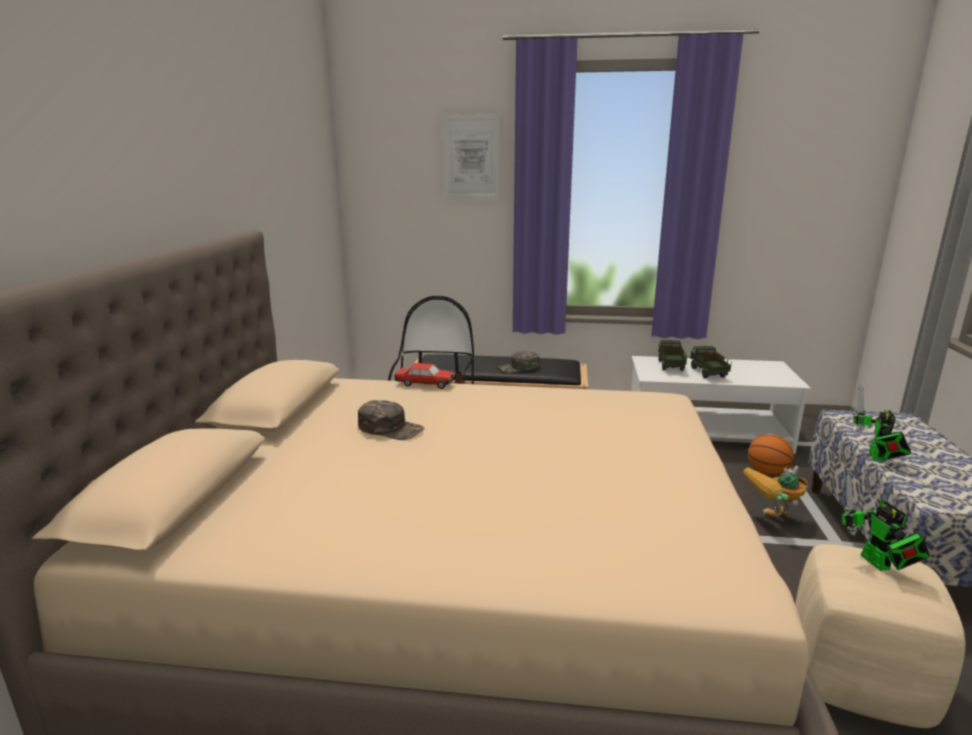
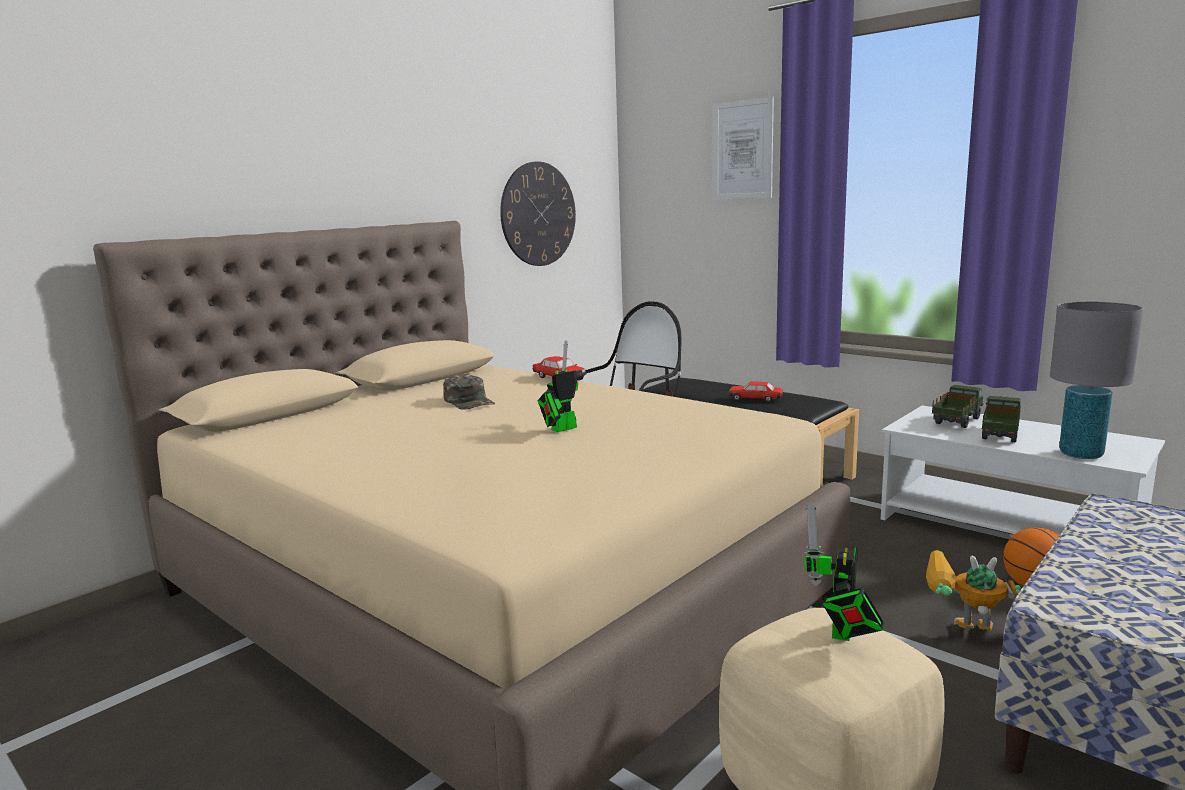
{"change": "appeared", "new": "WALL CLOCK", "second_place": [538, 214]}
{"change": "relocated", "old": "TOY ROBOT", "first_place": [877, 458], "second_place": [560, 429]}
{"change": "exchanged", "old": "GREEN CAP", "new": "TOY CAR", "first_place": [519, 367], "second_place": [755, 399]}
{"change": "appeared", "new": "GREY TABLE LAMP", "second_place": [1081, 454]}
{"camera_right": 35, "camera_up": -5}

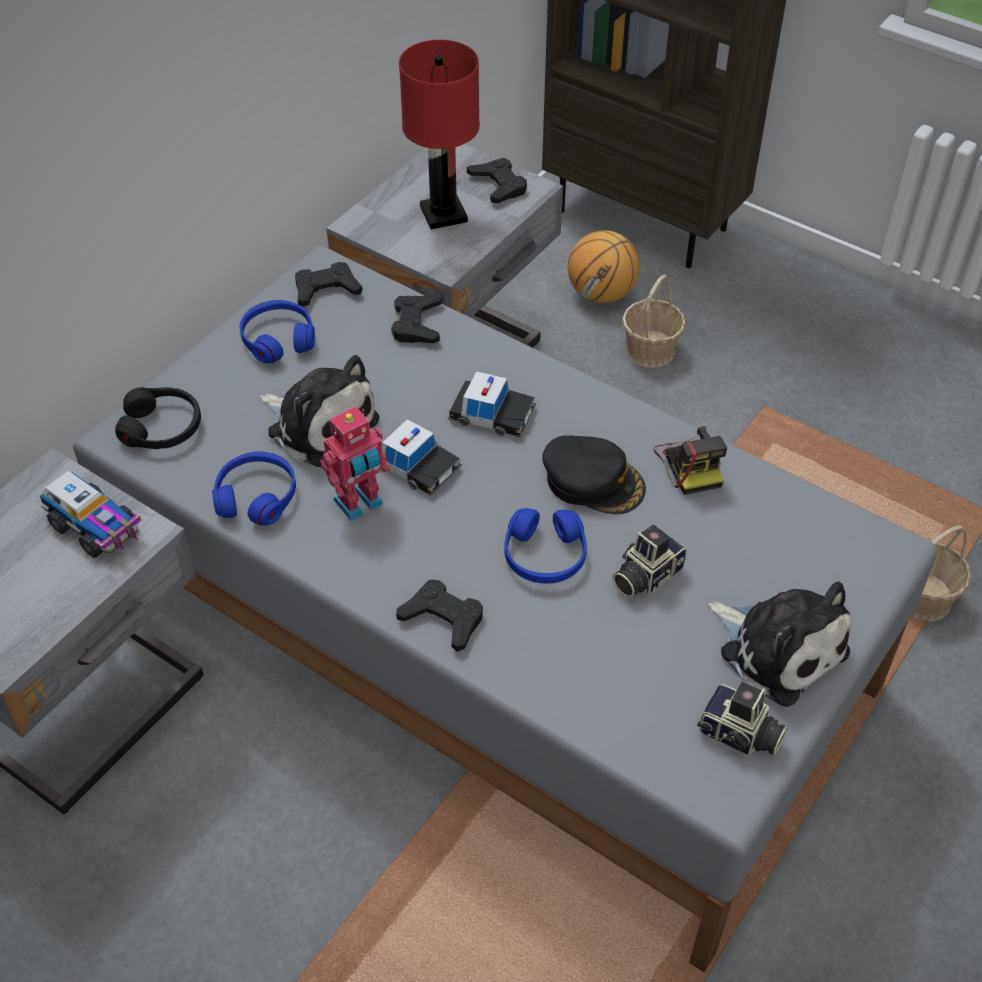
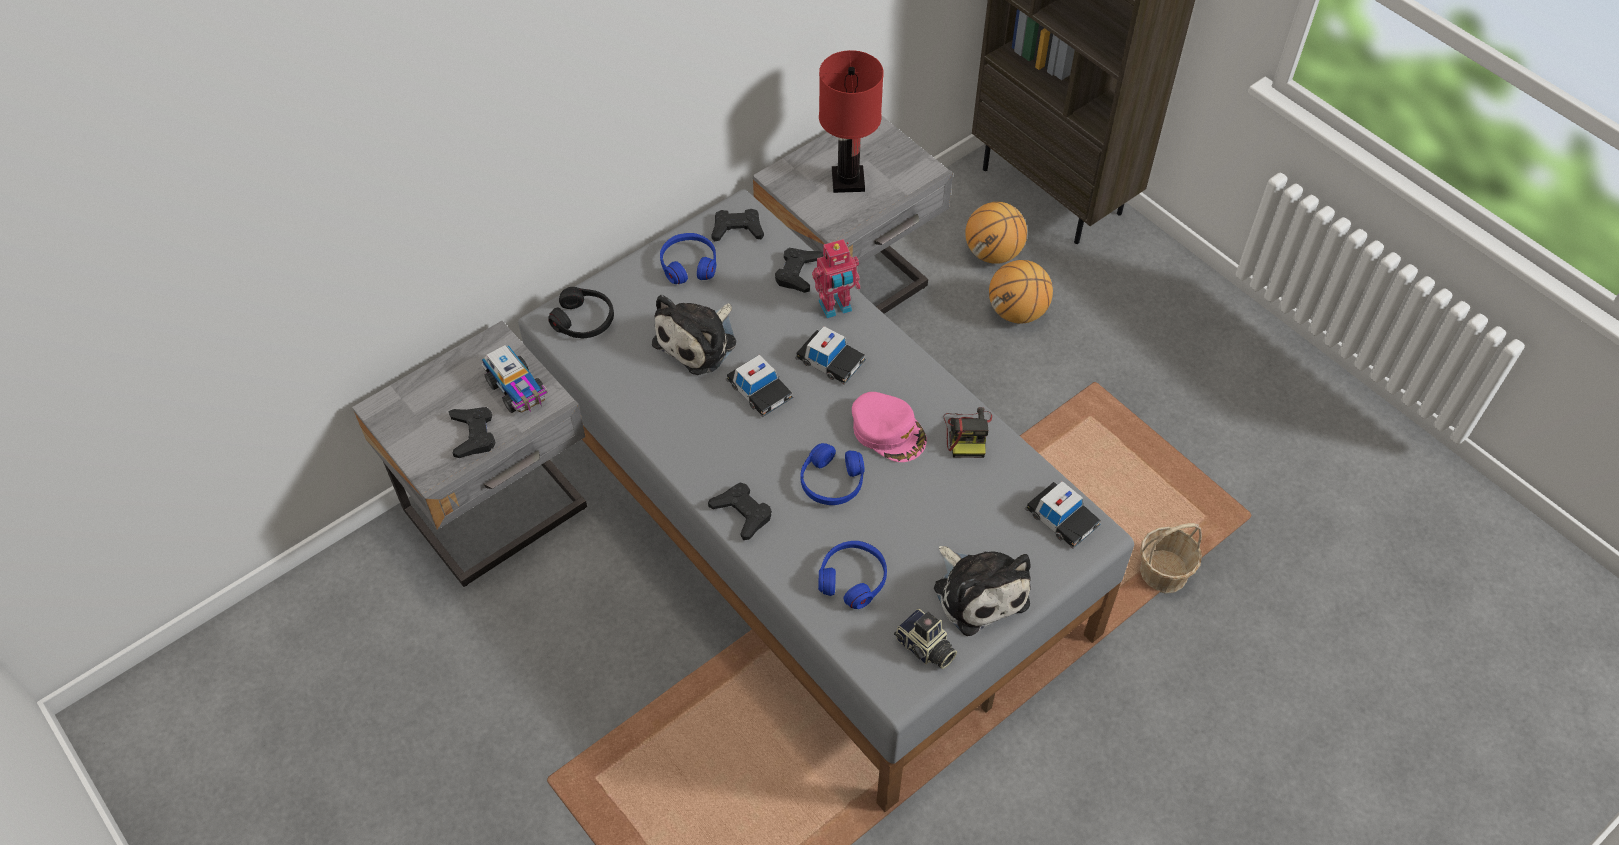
{"change": "relocated", "old": "BLACK GAME CONTROLLER", "first_place": [498, 185], "second_place": [473, 434]}
{"change": "spun", "old": "PLUSH TOY", "first_place": [319, 423], "second_place": [699, 341], "degrees": 75}
{"change": "relocated", "old": "TOY ROBOT", "first_place": [360, 504], "second_place": [836, 308]}
{"change": "relocated", "old": "BLUE HEADPHONES", "first_place": [256, 496], "second_place": [853, 578]}
{"change": "colour", "old": "BLACK CAP", "new": "PINK CAP", "first_place": [593, 481], "second_place": [888, 431]}
{"change": "exchanged", "old": "BASKET", "new": "BASKETBALL", "first_place": [650, 350], "second_place": [1017, 312]}
{"change": "appeared", "new": "TOY CAR", "second_place": [1062, 518]}
{"change": "missing", "old": "PHOTO CAMERA", "first_place": [645, 575]}
{"camera_right": 15, "camera_up": 5}

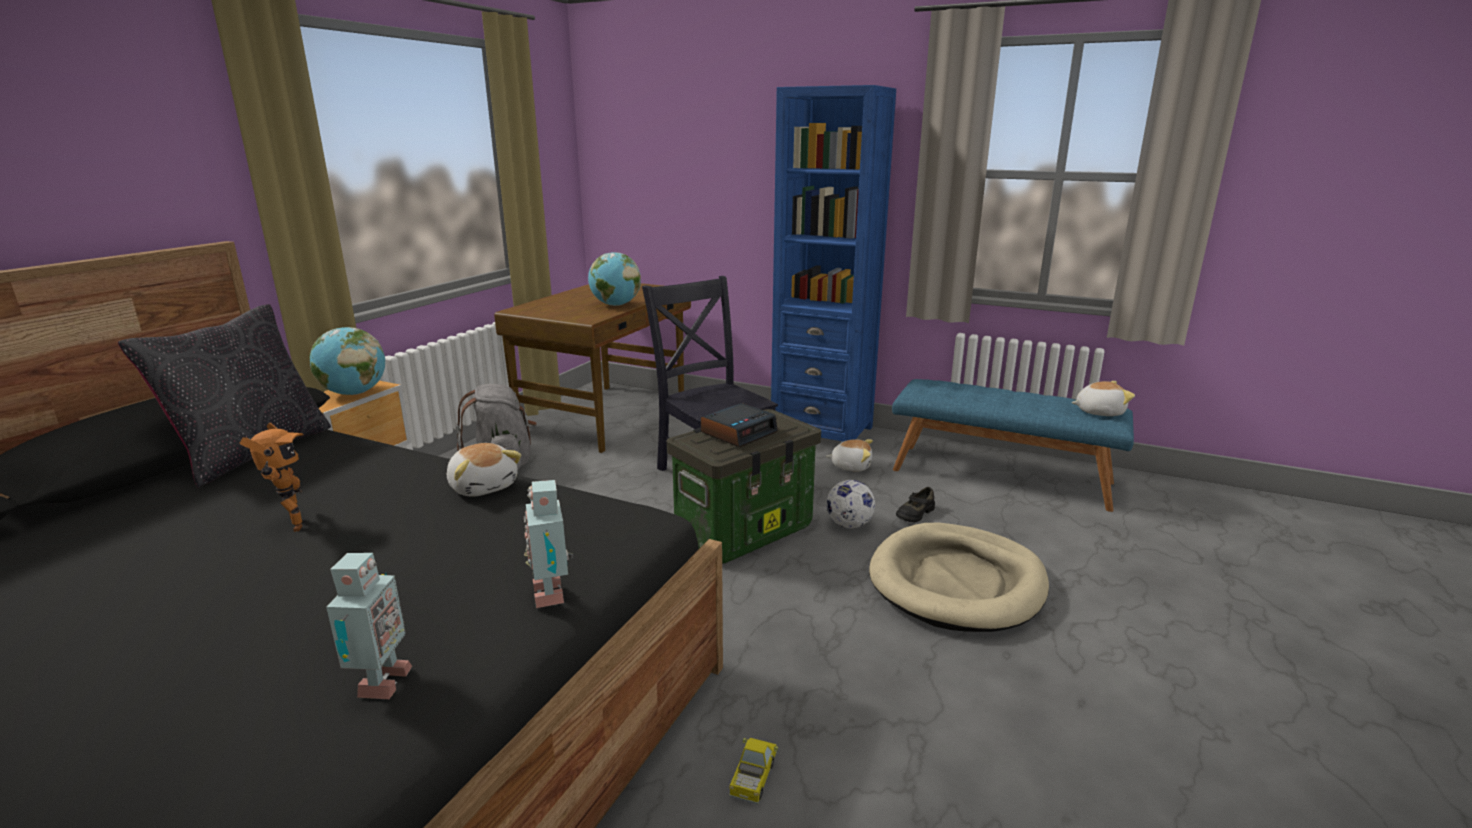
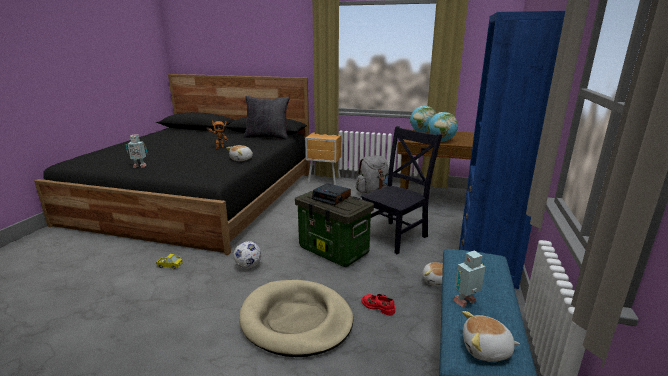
{"change": "relocated", "old": "FOOTBALL", "first_place": [849, 525], "second_place": [248, 266]}
{"change": "colour", "old": "BLACK SHOE", "new": "RED SHOE", "first_place": [914, 513], "second_place": [378, 306]}
{"change": "relocated", "old": "GLOBE", "first_place": [354, 393], "second_place": [422, 132]}
{"change": "relocated", "old": "TOY ROBOT", "first_place": [552, 593], "second_place": [466, 302]}
{"change": "spun", "old": "PLUSH TOY", "first_place": [1098, 412], "second_place": [486, 350], "degrees": 105}
{"camera_right": 80, "camera_up": 0}

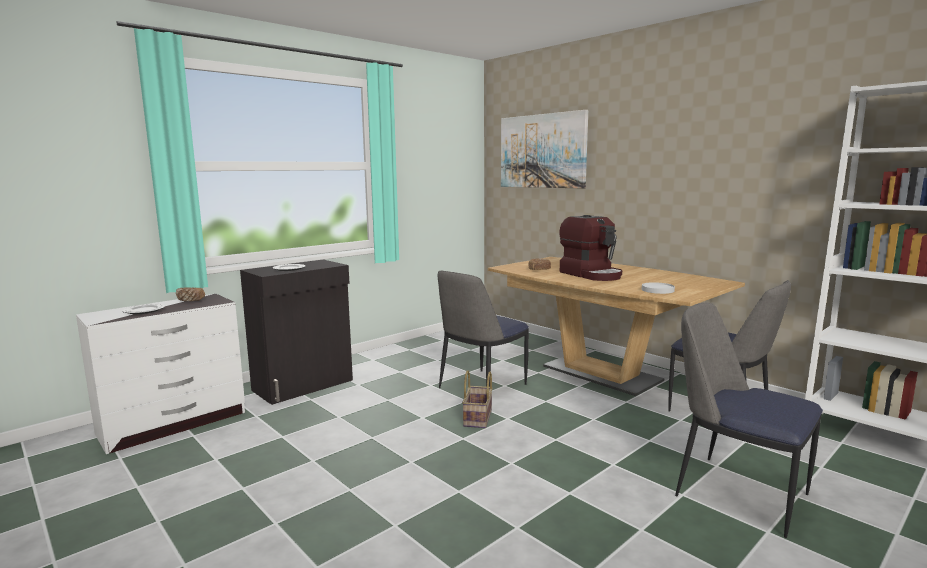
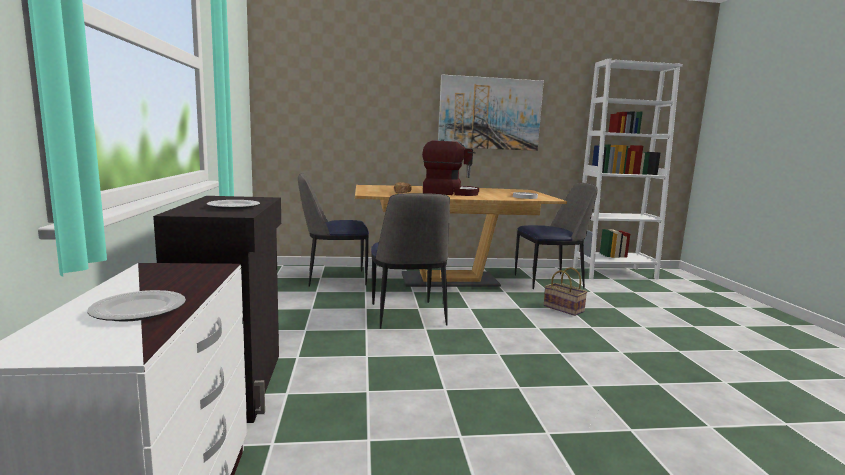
{"change": "relocated", "old": "CHAIR", "first_place": [737, 492], "second_place": [334, 278]}
{"change": "relocated", "old": "PICTURE", "first_place": [542, 151], "second_place": [489, 113]}
{"change": "relocated", "old": "BASKET", "first_place": [478, 418], "second_place": [564, 309]}
{"change": "missing", "old": "BREAD", "first_place": [190, 300]}
{"camera_right": -55, "camera_up": 0}

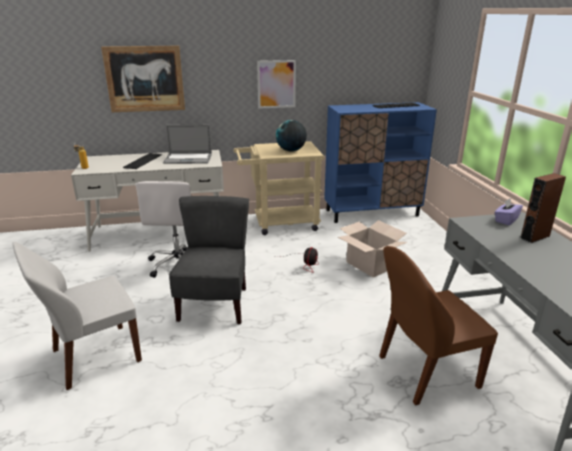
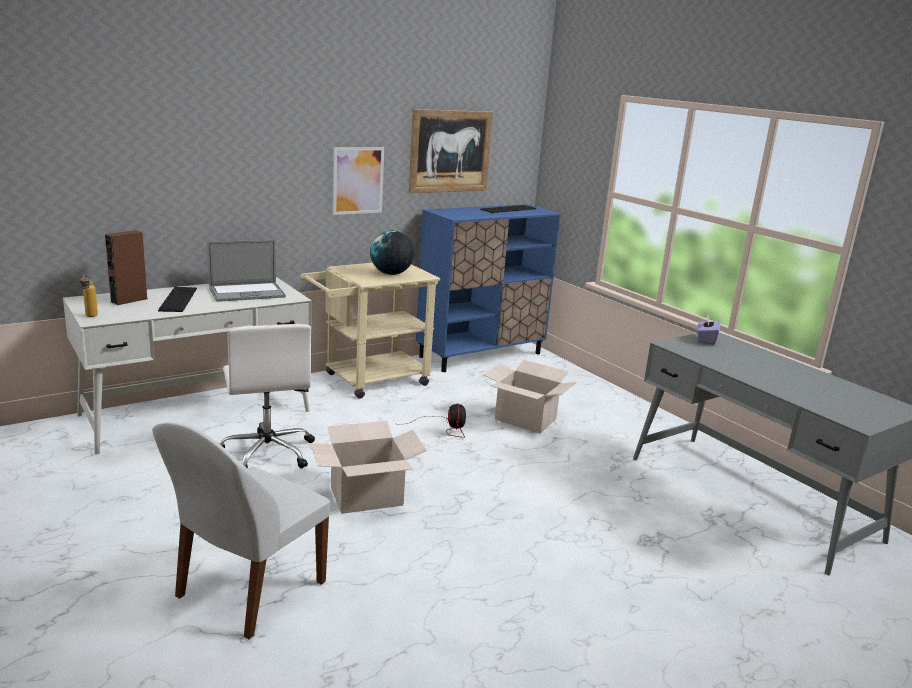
{"change": "relocated", "old": "BROWN SPEAKER", "first_place": [535, 237], "second_place": [129, 300]}
{"change": "exchanged", "old": "GREY CHAIR", "new": "CARDBOARD BOX", "first_place": [215, 304], "second_place": [366, 496]}
{"change": "relocated", "old": "PICTURE", "first_place": [145, 79], "second_place": [450, 151]}
{"change": "missing", "old": "BROWN CHAIR", "first_place": [425, 372]}
{"camera_right": -25, "camera_up": -5}

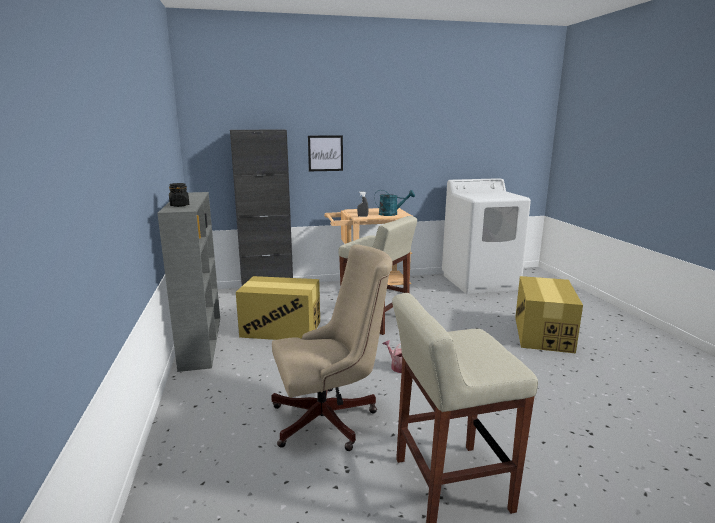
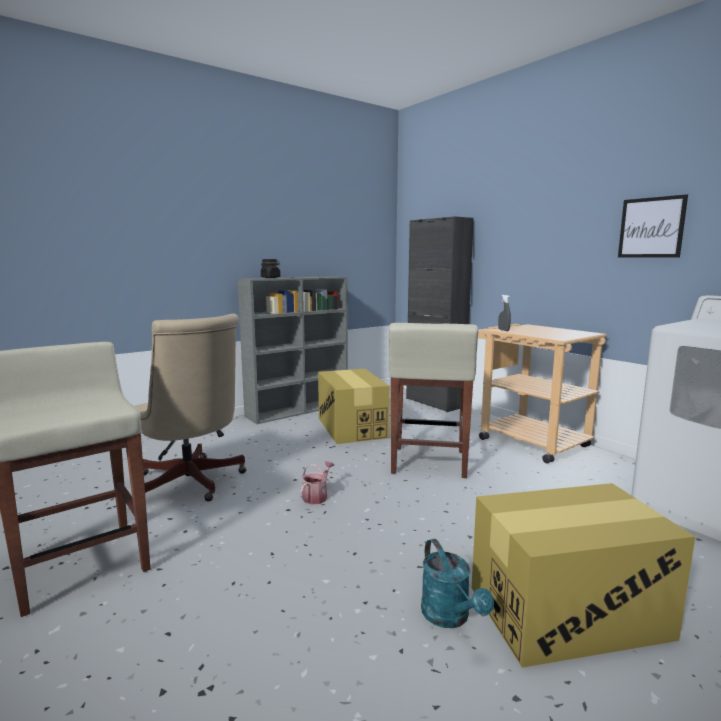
{"change": "relocated", "old": "TURQUOISE WATERING CAN", "first_place": [392, 214], "second_place": [450, 617]}
{"change": "relocated", "old": "PICTURE", "first_place": [325, 153], "second_place": [651, 227]}
{"camera_right": 65, "camera_up": -5}

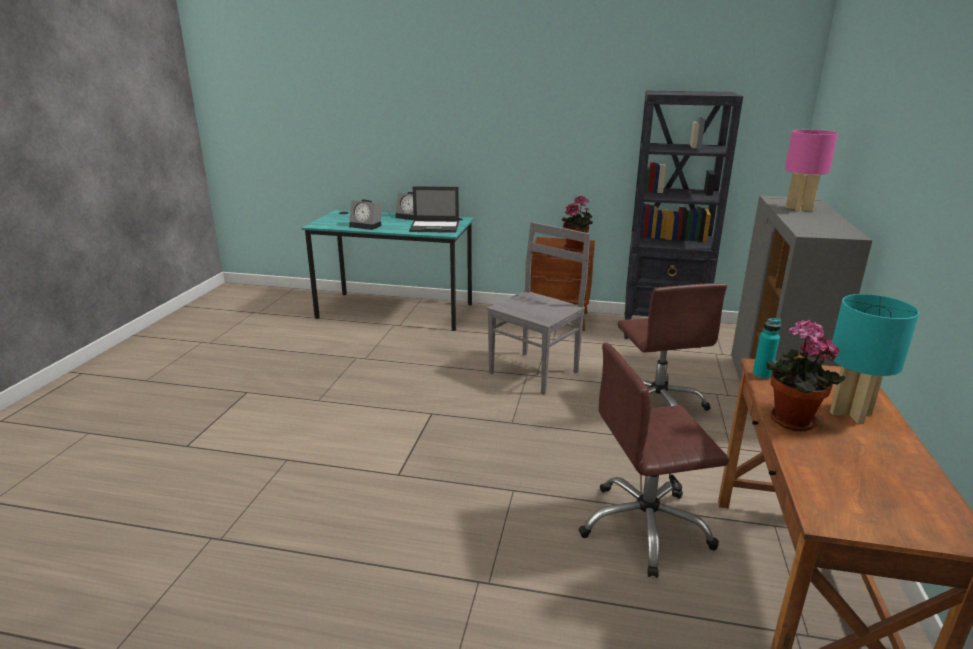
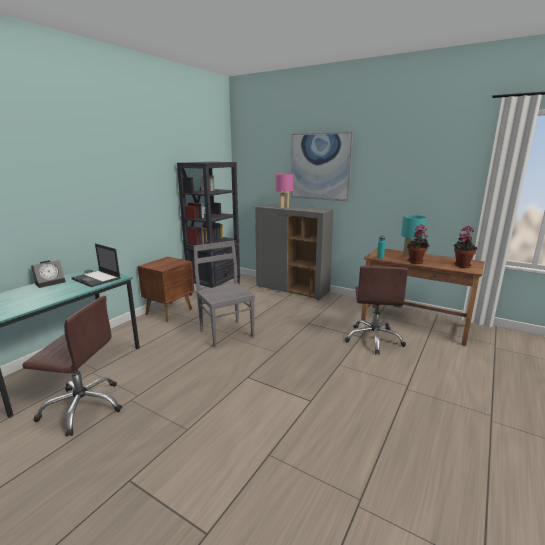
{"change": "relocated", "old": "BROWN OFFICE CHAIR", "first_place": [657, 406], "second_place": [83, 407]}
{"change": "spun", "old": "LAPTOP", "first_place": [435, 227], "second_place": [96, 279], "degrees": 105}
{"change": "appeared", "new": "PICTURE", "second_place": [320, 166]}
{"change": "relocated", "old": "POTTED PLANT", "first_place": [576, 248], "second_place": [461, 265]}
{"change": "missing", "old": "ALARM CLOCK", "first_place": [367, 226]}
{"camera_right": -70, "camera_up": -5}

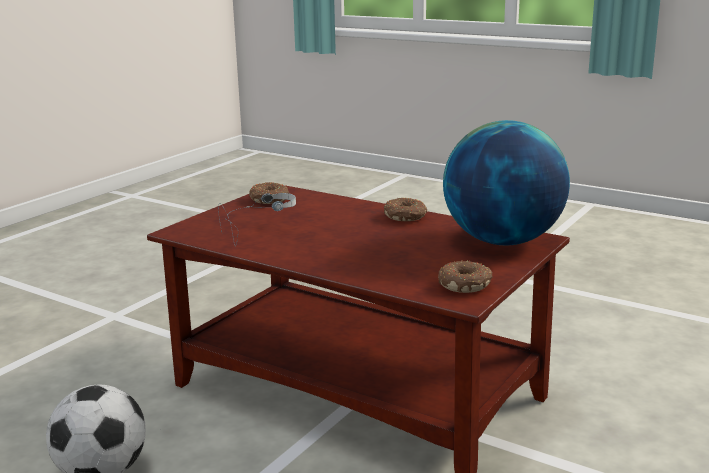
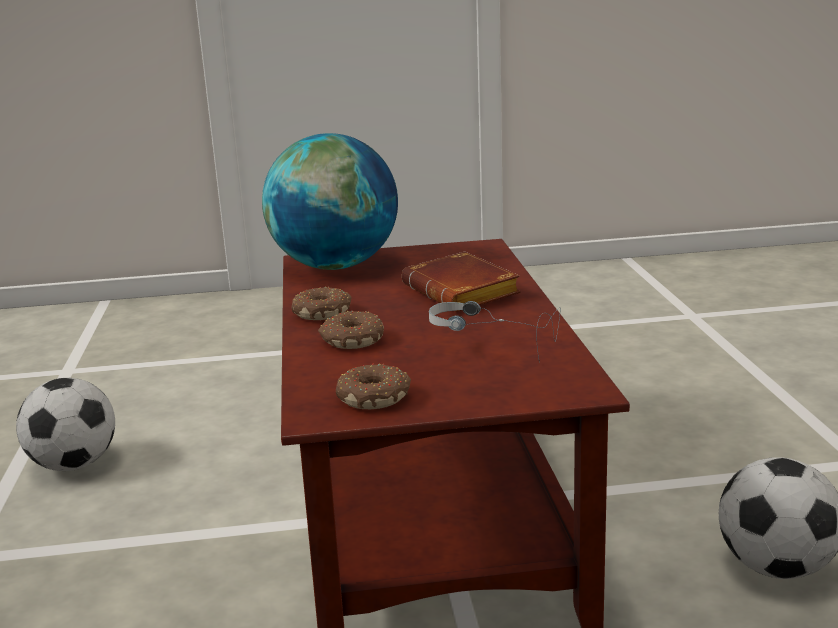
{"change": "appeared", "new": "FOOTBALL", "second_place": [74, 465]}
{"change": "relocated", "old": "DONUT", "first_place": [465, 284], "second_place": [351, 340]}
{"change": "appeared", "new": "BROWN BOOK", "second_place": [464, 292]}
{"camera_right": -130, "camera_up": 0}

